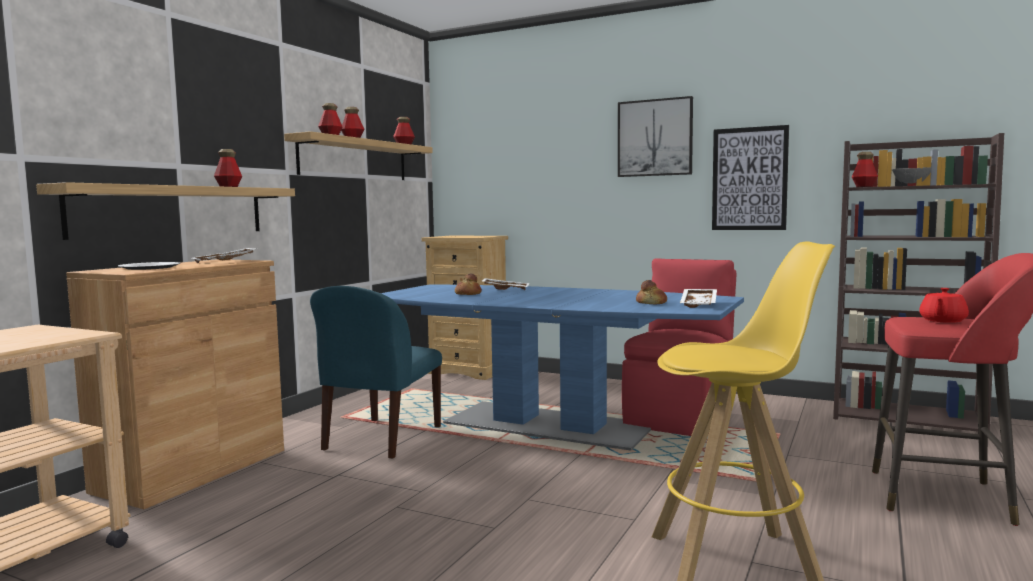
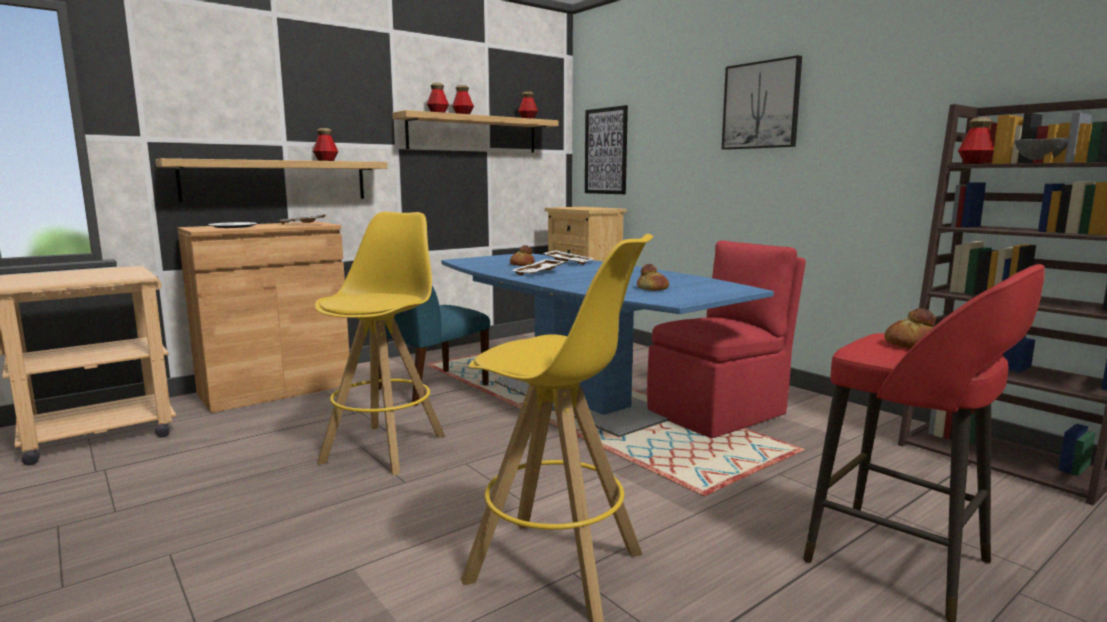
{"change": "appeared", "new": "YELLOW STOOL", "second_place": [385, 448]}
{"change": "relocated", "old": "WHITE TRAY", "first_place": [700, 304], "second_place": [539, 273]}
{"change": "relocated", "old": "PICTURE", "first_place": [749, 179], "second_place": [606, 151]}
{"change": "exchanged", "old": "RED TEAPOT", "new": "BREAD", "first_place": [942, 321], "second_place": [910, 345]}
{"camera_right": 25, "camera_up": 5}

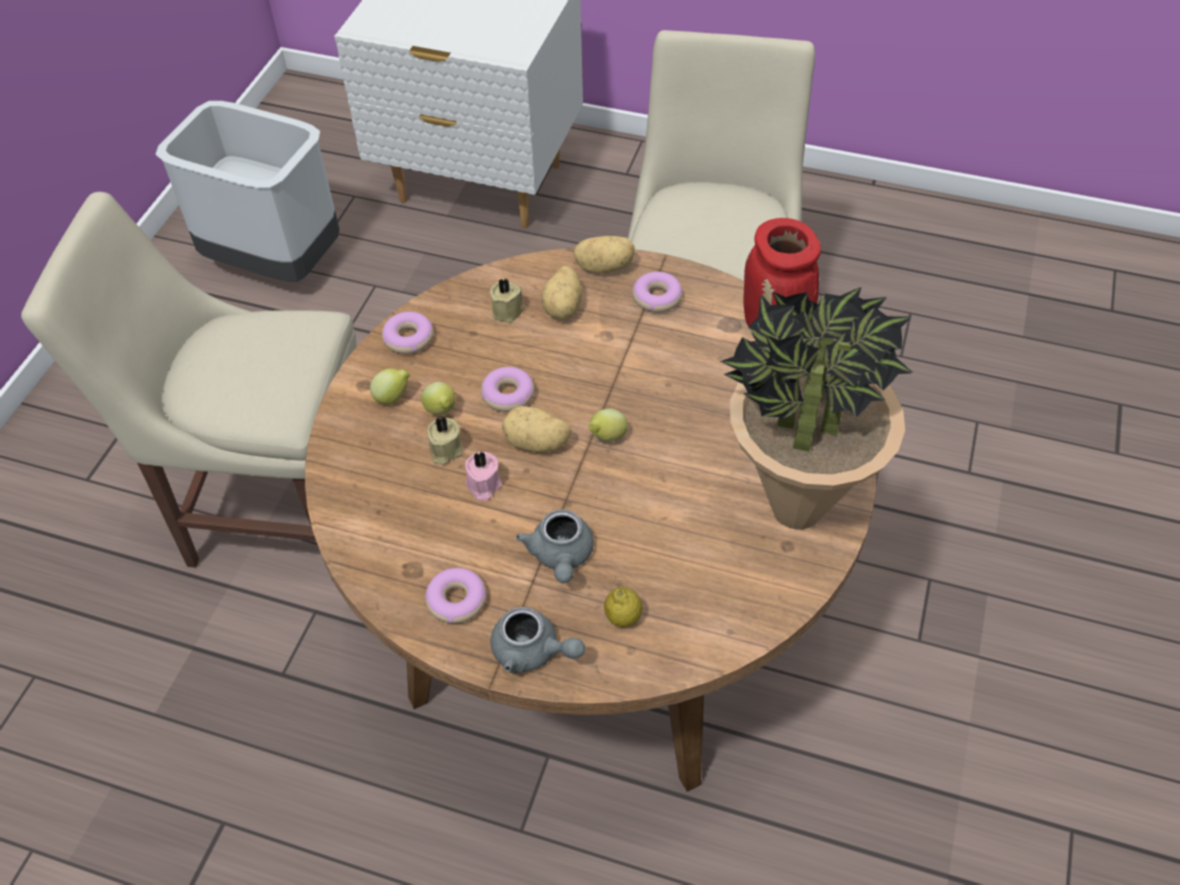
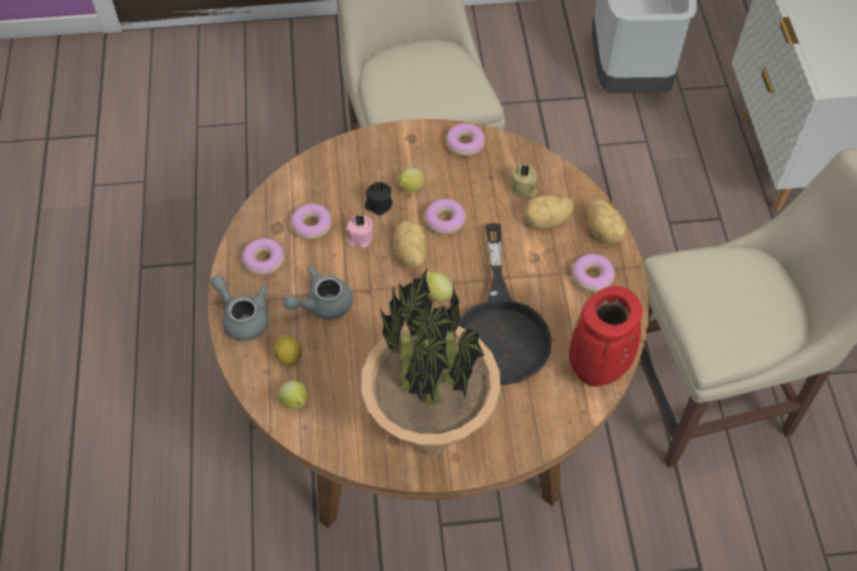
{"change": "spun", "old": "GREY TEAPOT", "first_place": [533, 652], "second_place": [242, 317], "degrees": 135}
{"change": "relocated", "old": "LEMON", "first_place": [393, 397], "second_place": [296, 403]}
{"change": "appeared", "new": "DONUT", "second_place": [311, 225]}
{"change": "colour", "old": "BEIGE CANDLE", "new": "BLACK CANDLE", "first_place": [444, 450], "second_place": [378, 205]}
{"change": "appeared", "new": "BLACK FRYING PAN", "second_place": [501, 328]}
{"camera_right": 65, "camera_up": 5}

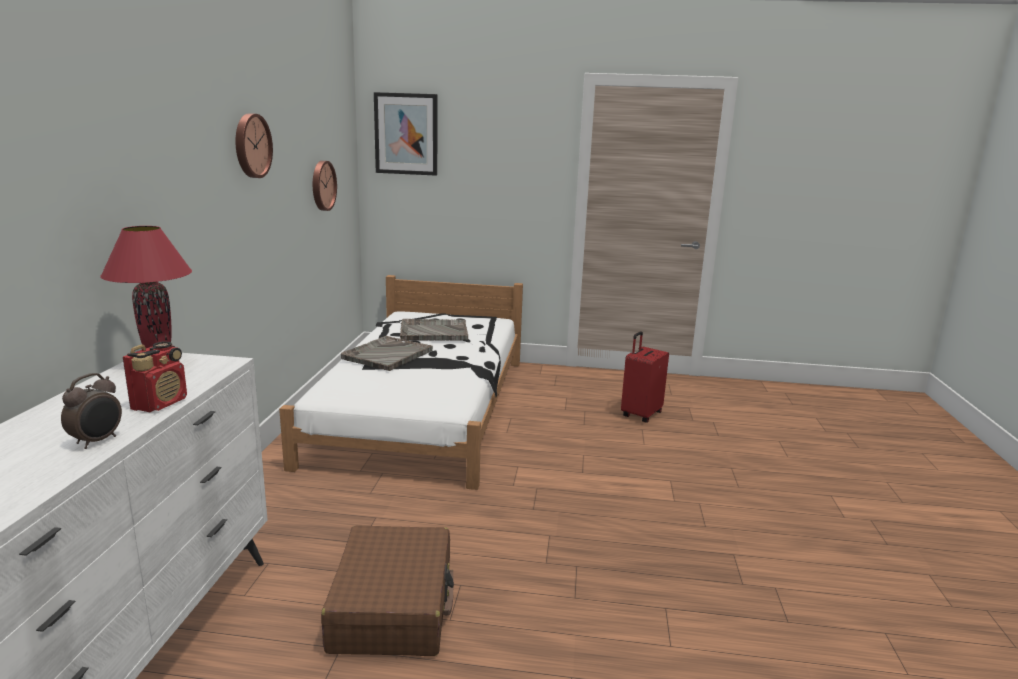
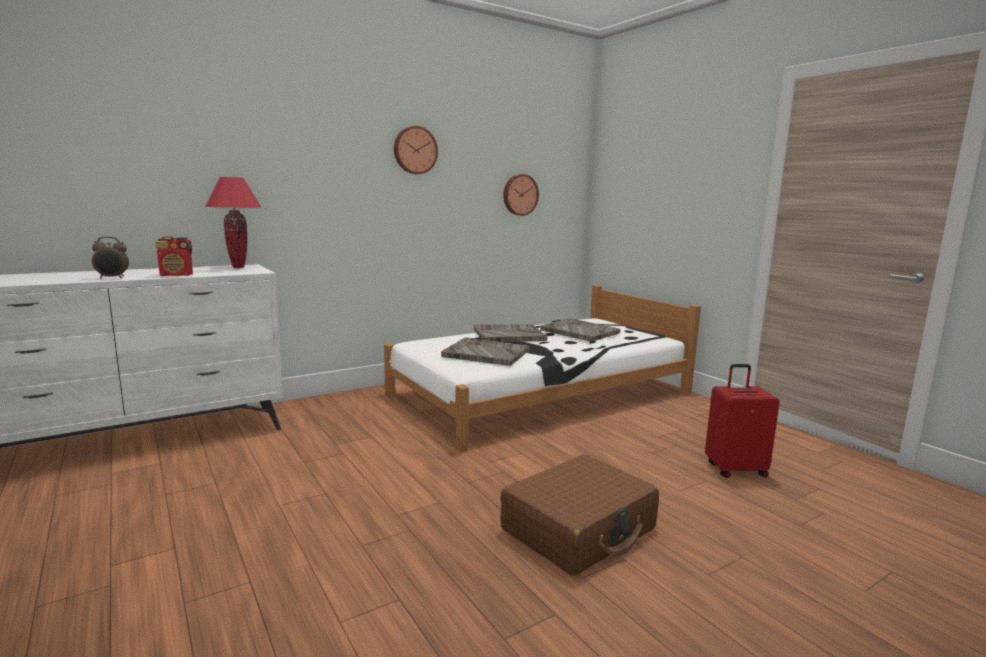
{"change": "appeared", "new": "GREY TRAY", "second_place": [485, 353]}
{"change": "relocated", "old": "BROWN SUITCASE", "first_place": [393, 606], "second_place": [579, 529]}
{"change": "missing", "old": "PICTURE", "first_place": [406, 134]}
{"camera_right": 50, "camera_up": -5}

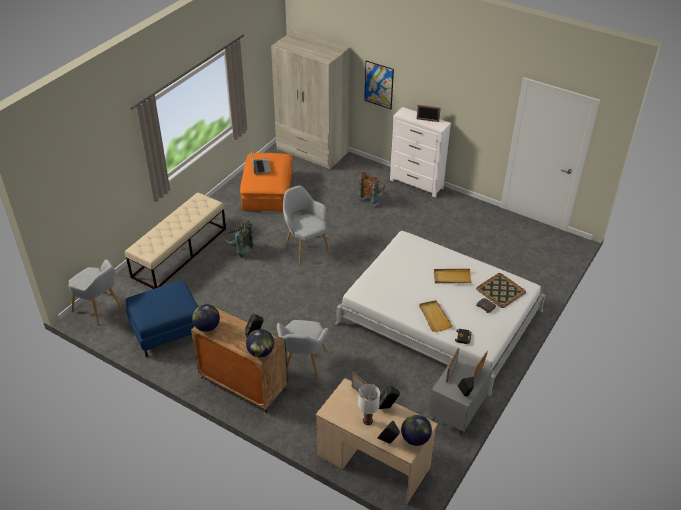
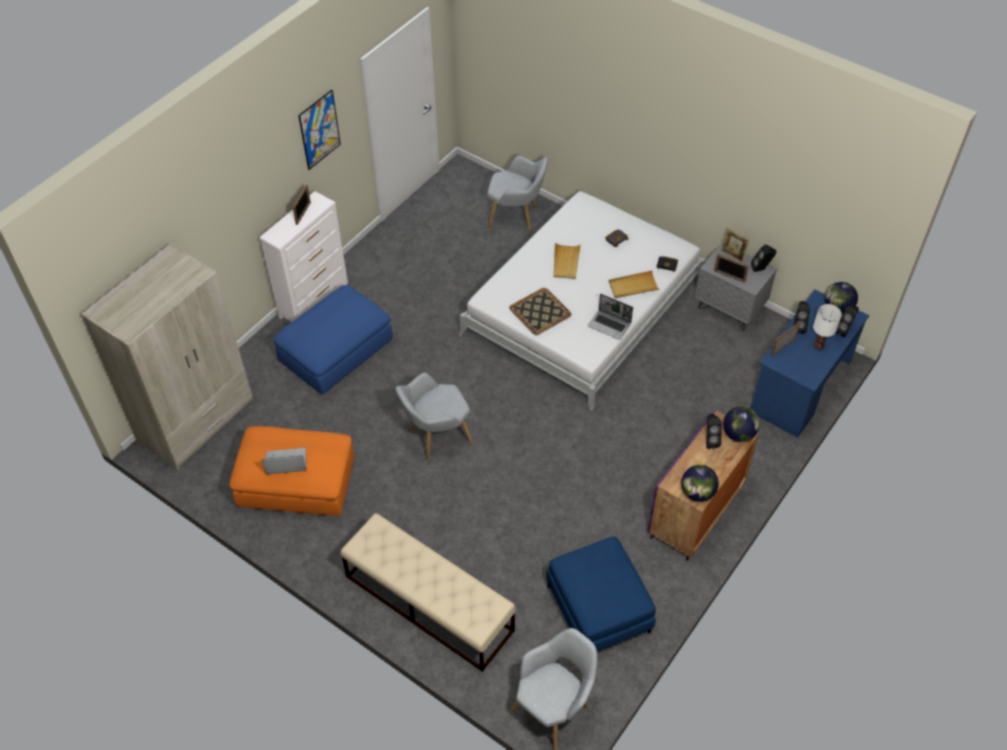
{"change": "exchanged", "old": "BROWN BACKPACK", "new": "BLUE OTTOMAN", "first_place": [372, 198], "second_place": [336, 352]}
{"change": "relocated", "old": "PICTURE", "first_place": [378, 85], "second_place": [319, 130]}
{"change": "relocated", "old": "GREY ARMCHAIR", "first_place": [303, 365], "second_place": [517, 218]}
{"change": "relocated", "old": "TRAY", "first_place": [500, 290], "second_place": [540, 312]}
{"change": "appeared", "new": "LAPTOP", "second_place": [610, 325]}
{"change": "colour", "old": "GREEN CABINET", "new": "PURPLE CABINET", "first_place": [242, 384], "second_place": [695, 512]}
{"change": "colour", "old": "BEIGE DESK", "new": "BLUE DESK", "first_place": [373, 461], "second_place": [800, 387]}
{"change": "missing", "old": "GREY BACKPACK", "first_place": [239, 249]}
{"camera_right": -85, "camera_up": 10}

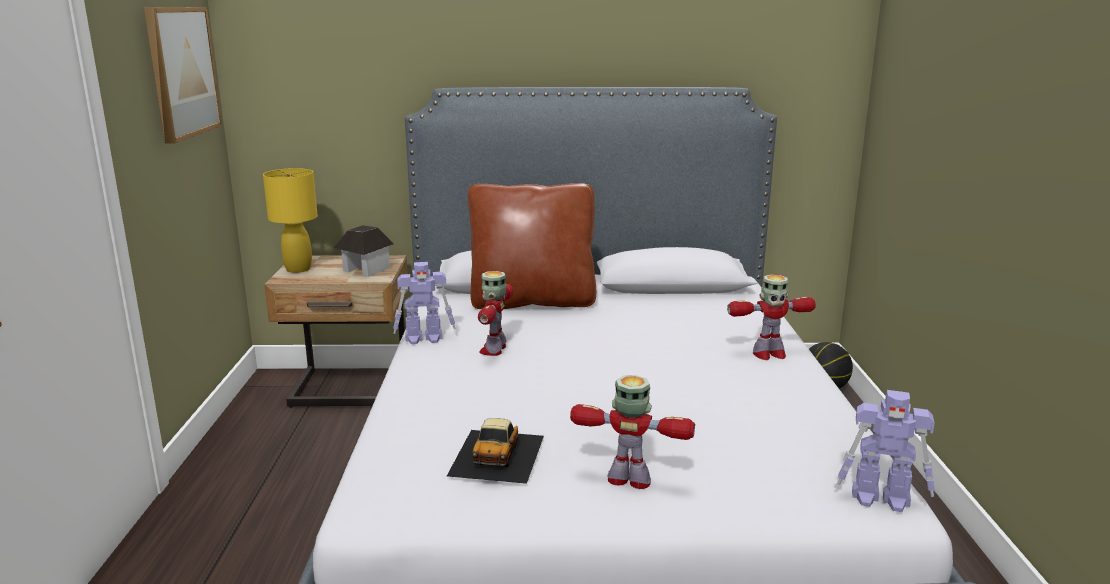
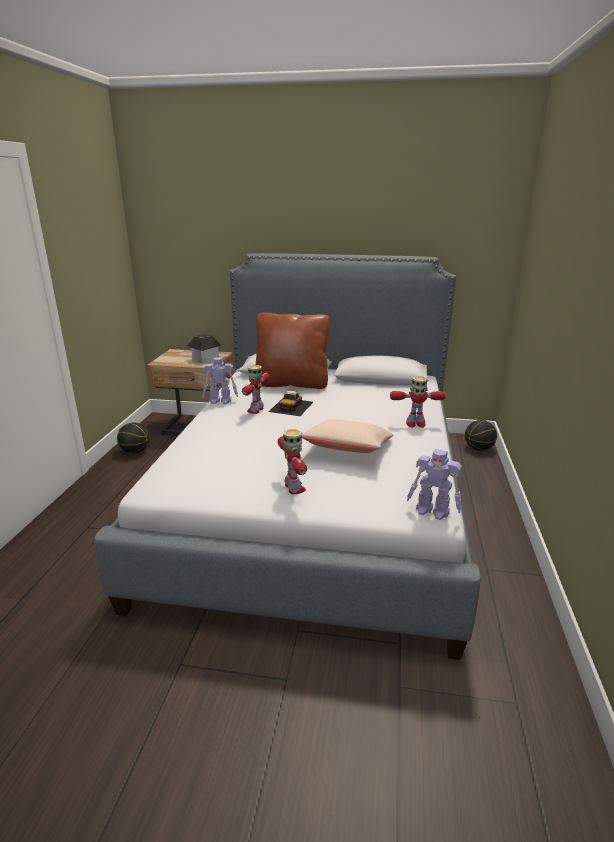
{"change": "appeared", "new": "BASKETBALL", "second_place": [135, 451]}
{"change": "relocated", "old": "TOY CAR", "first_place": [498, 454], "second_place": [291, 406]}
{"change": "spun", "old": "TOY ROBOT", "first_place": [630, 480], "second_place": [294, 488], "degrees": 45}
{"change": "appeared", "new": "BEIGE PILLOW", "second_place": [347, 450]}
{"change": "missing", "old": "PICTURE", "first_place": [182, 72]}
{"change": "missing", "old": "YELLOW TABLE LAMP", "first_place": [298, 269]}
{"camera_right": 10, "camera_up": 5}

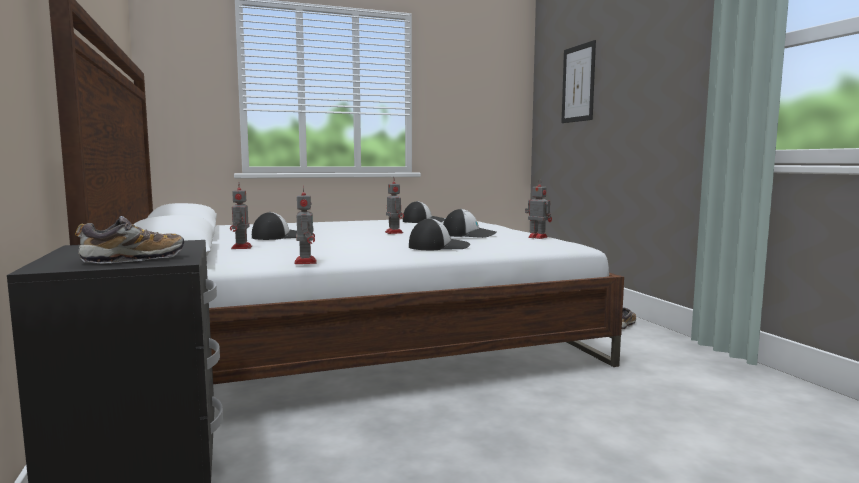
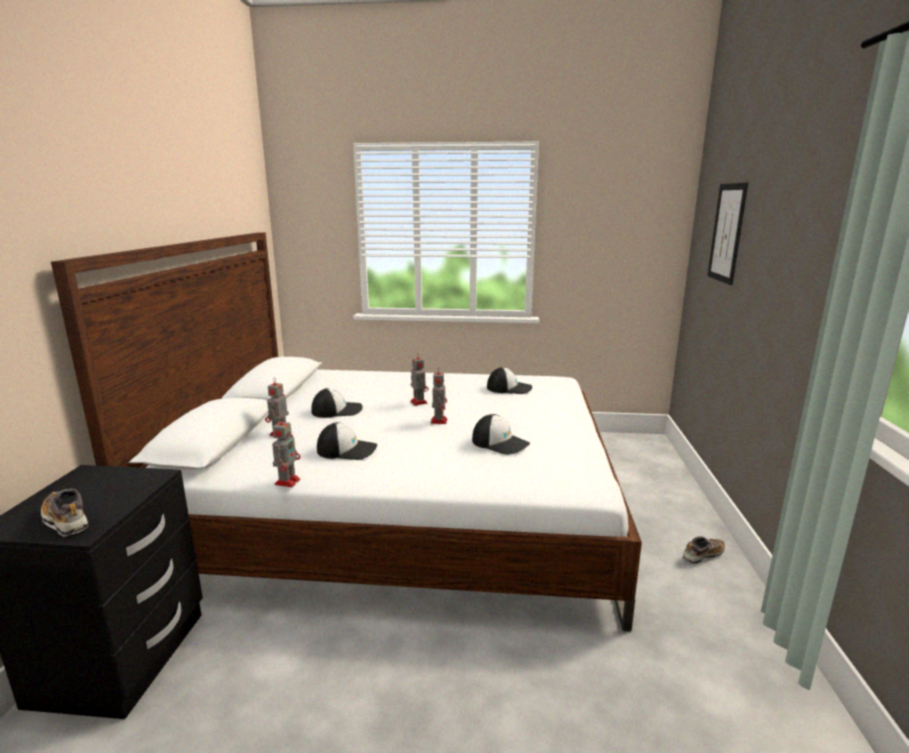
{"change": "spun", "old": "SHOE", "first_place": [133, 260], "second_place": [66, 521], "degrees": -135}
{"change": "relocated", "old": "CAP", "first_place": [439, 246], "second_place": [347, 450]}
{"change": "relocated", "old": "TOY ROBOT", "first_place": [537, 237], "second_place": [418, 402]}
{"camera_right": 25, "camera_up": 10}

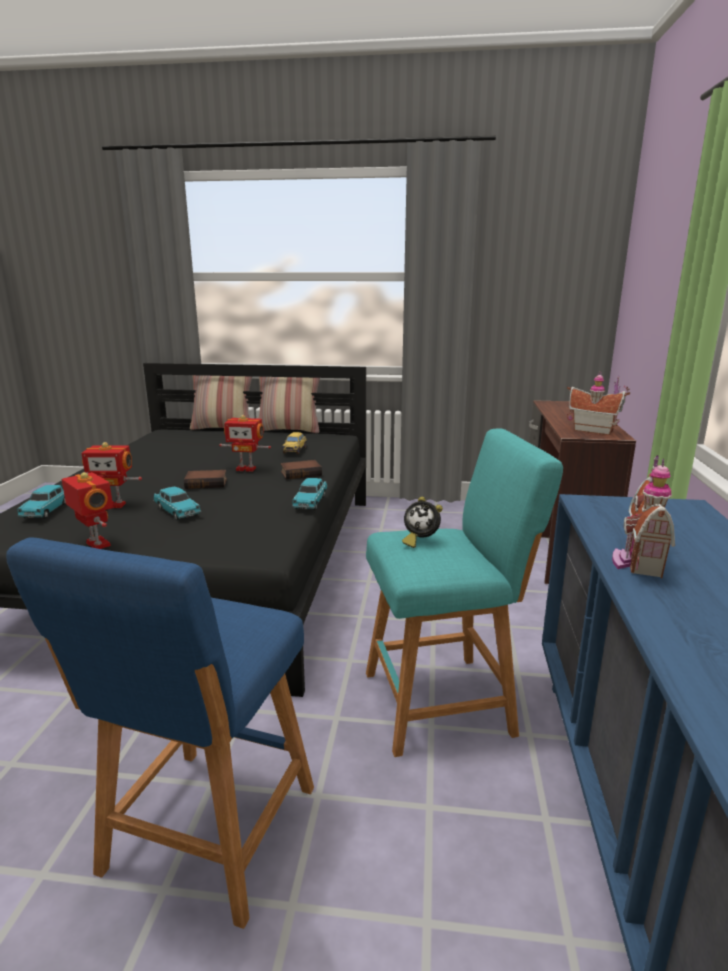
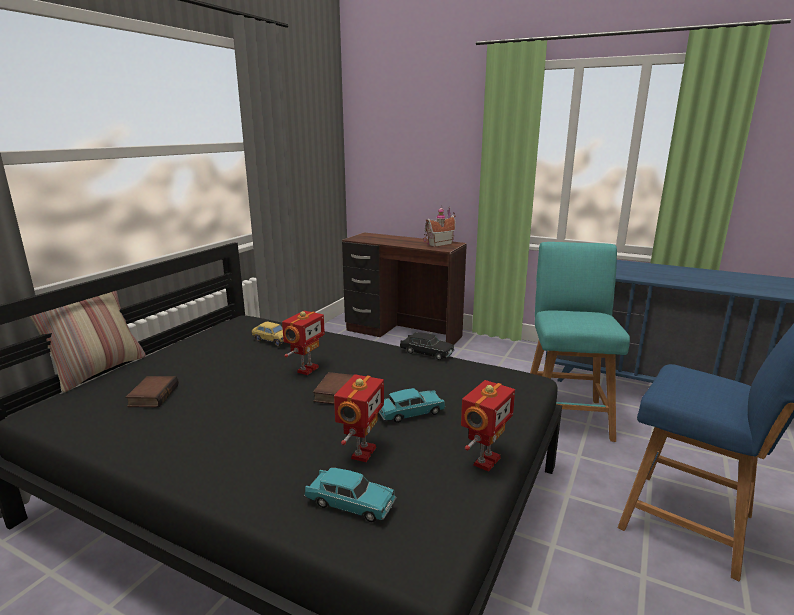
{"change": "relocated", "old": "BOOK", "first_place": [301, 473], "second_place": [152, 395]}
{"change": "colour", "old": "TURQUOISE TOY CAR", "new": "BLACK TOY CAR", "first_place": [310, 502], "second_place": [426, 353]}
{"change": "spun", "old": "TOY ROBOT", "first_place": [96, 545], "second_place": [485, 460], "degrees": 150}
{"change": "missing", "old": "PILLOW", "first_place": [289, 430]}
{"change": "missing", "old": "ALARM CLOCK", "first_place": [420, 541]}
{"change": "missing", "old": "TOY HOUSE", "first_place": [636, 561]}
{"camera_right": -70, "camera_up": 0}

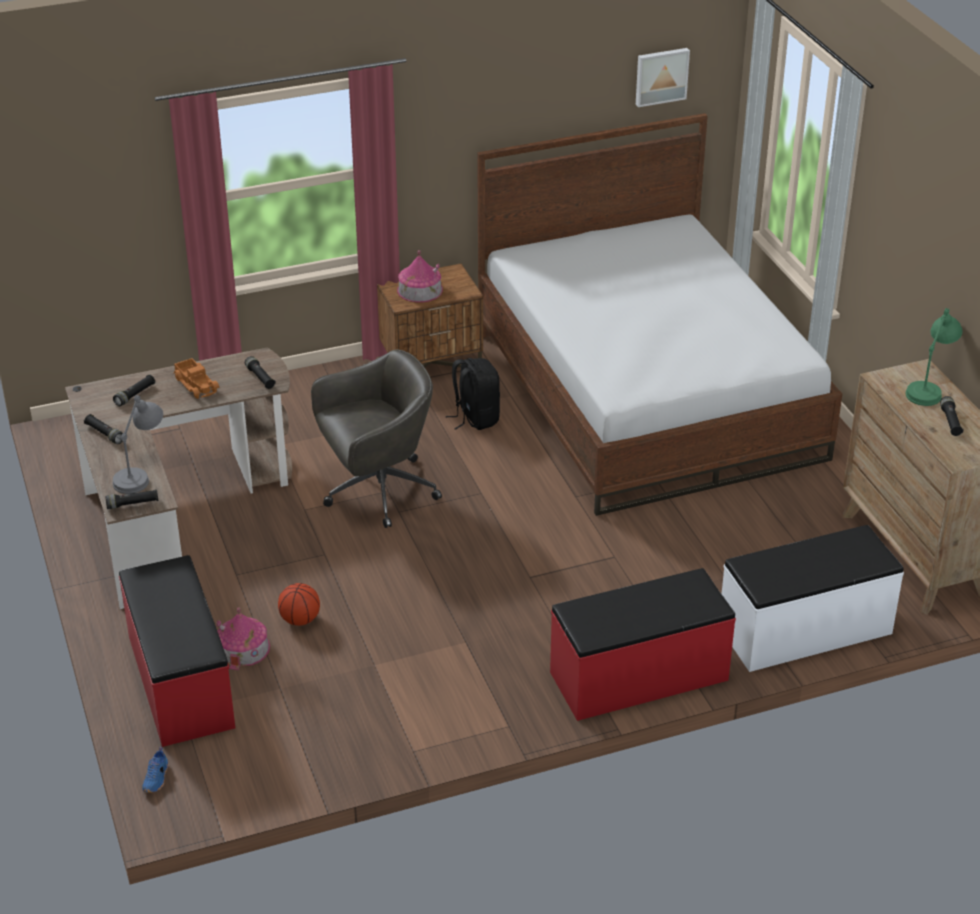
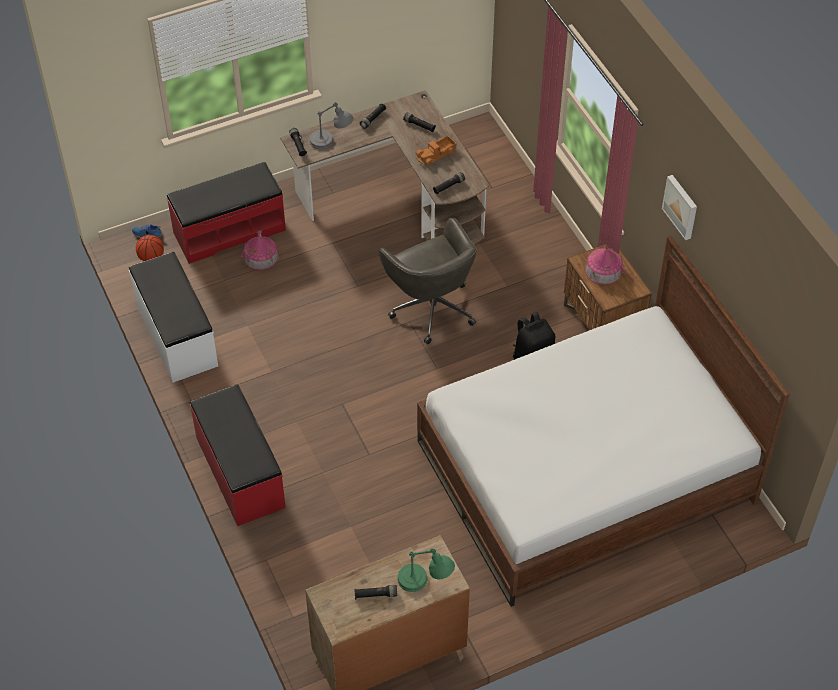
{"change": "relocated", "old": "WHITE BENCH", "first_place": [805, 631], "second_place": [176, 335]}
{"change": "relocated", "old": "BASKETBALL", "first_place": [300, 620], "second_place": [151, 258]}
{"change": "relocated", "old": "PICTURE", "first_place": [661, 76], "second_place": [681, 206]}
{"camera_right": 85, "camera_up": 15}

